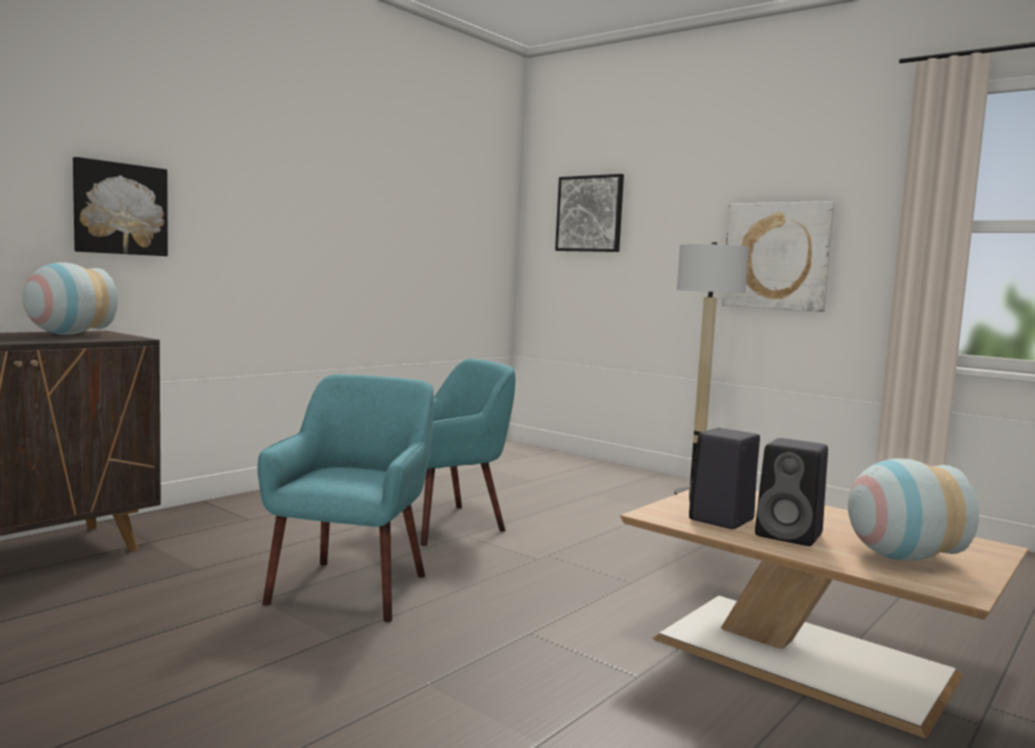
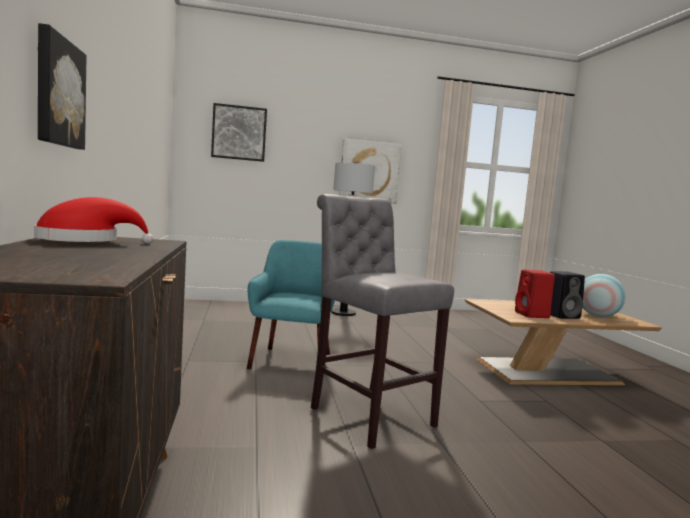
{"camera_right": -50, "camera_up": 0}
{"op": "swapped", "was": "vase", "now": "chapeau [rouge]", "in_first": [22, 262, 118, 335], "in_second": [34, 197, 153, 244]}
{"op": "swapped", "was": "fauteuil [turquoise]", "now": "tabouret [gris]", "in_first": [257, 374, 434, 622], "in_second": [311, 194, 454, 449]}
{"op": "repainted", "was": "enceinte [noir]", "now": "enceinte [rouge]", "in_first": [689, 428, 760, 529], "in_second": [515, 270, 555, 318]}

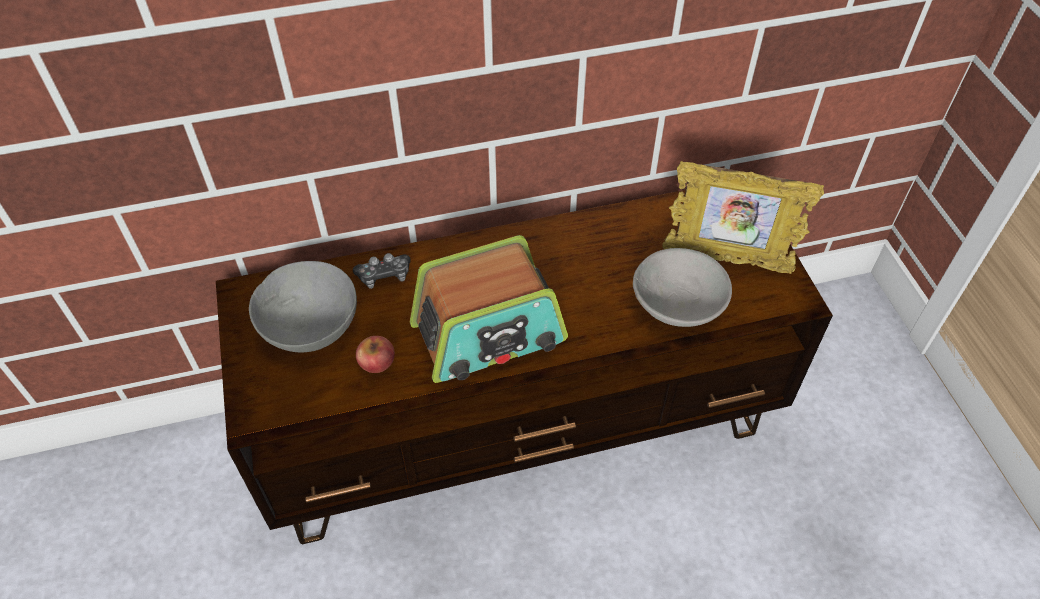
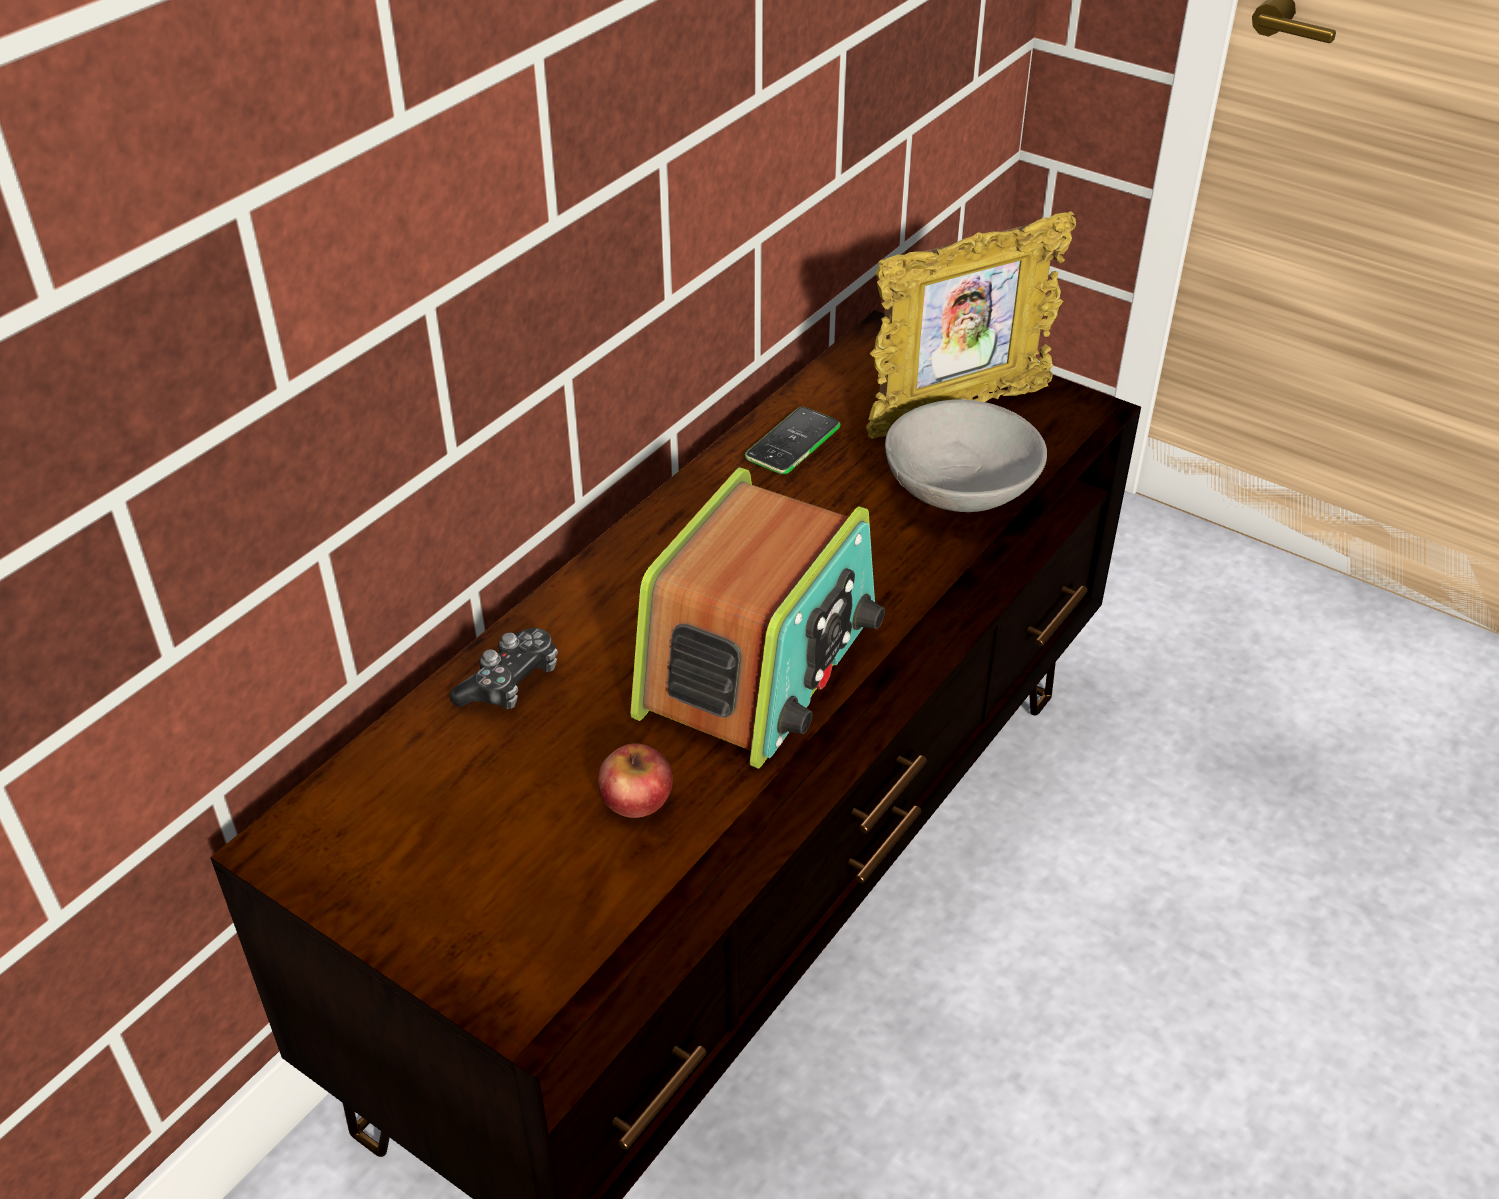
{"camera_right": -40, "camera_up": -10}
{"op": "gone", "was": "bol [gris]", "in_first": [249, 261, 357, 352]}
{"op": "new", "now": "téléphone", "in_second": [745, 407, 841, 474]}

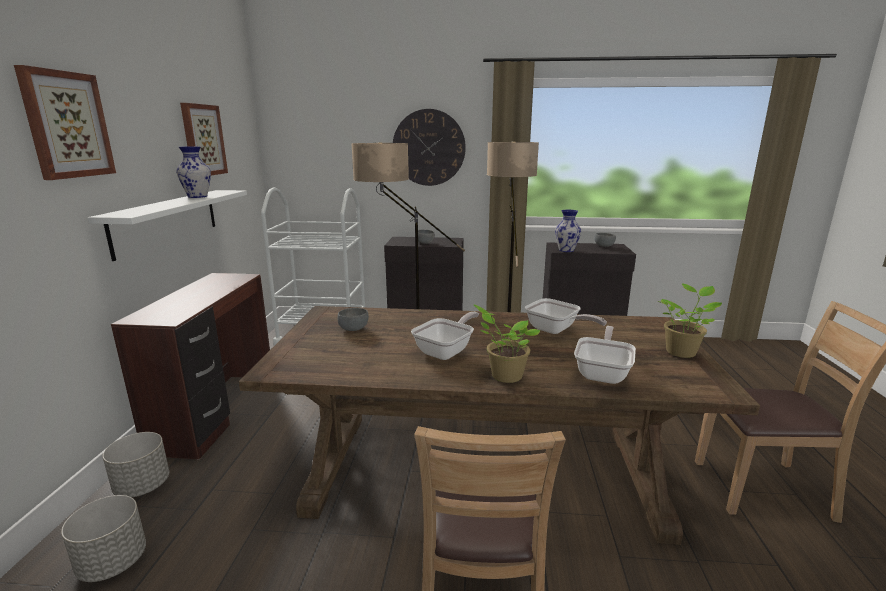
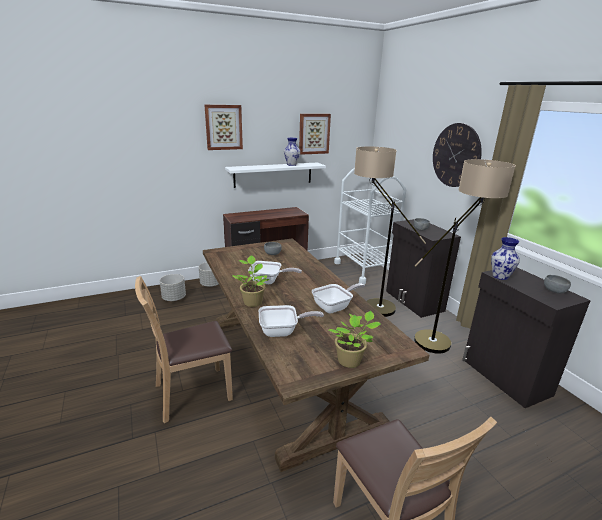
{"camera_right": 60, "camera_up": 5}
{"op": "rotated", "was": "poêle", "in_first": [525, 298, 607, 334], "in_second": [312, 283, 365, 313], "clockwise": -135}

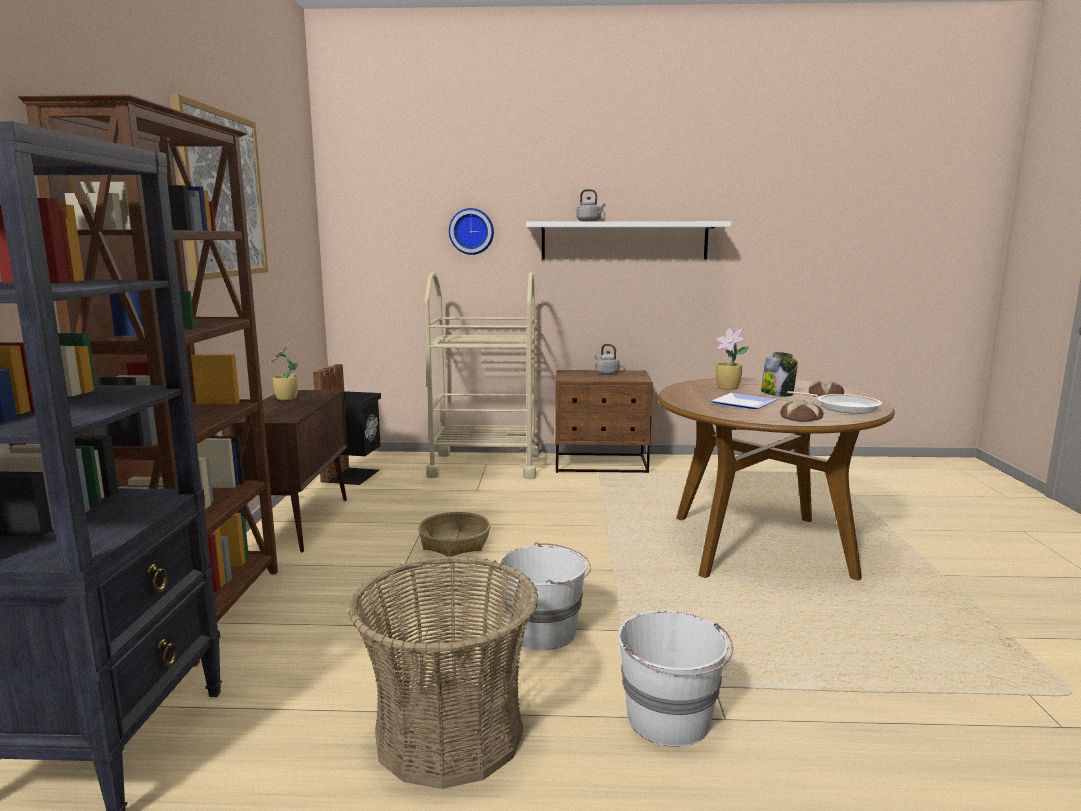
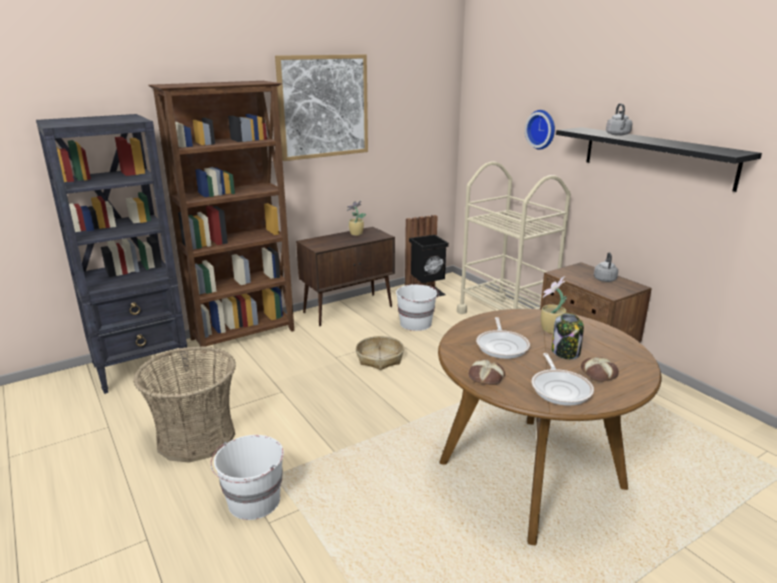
{"camera_right": 55, "camera_up": 10}
{"op": "repainted", "was": "étagère [blanc]", "now": "étagère [noir]", "in_first": [526, 221, 731, 260], "in_second": [556, 127, 762, 192]}
{"op": "swapped", "was": "assiette", "now": "poêle", "in_first": [711, 393, 777, 409], "in_second": [476, 317, 530, 359]}
{"op": "shifted", "was": "seau [blanc]", "in_first": [499, 543, 591, 650], "in_second": [396, 284, 439, 331]}

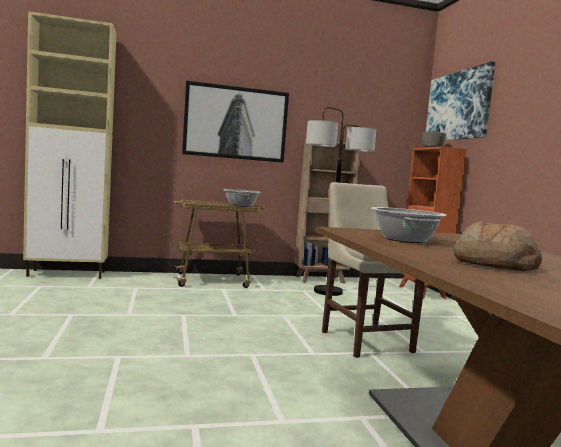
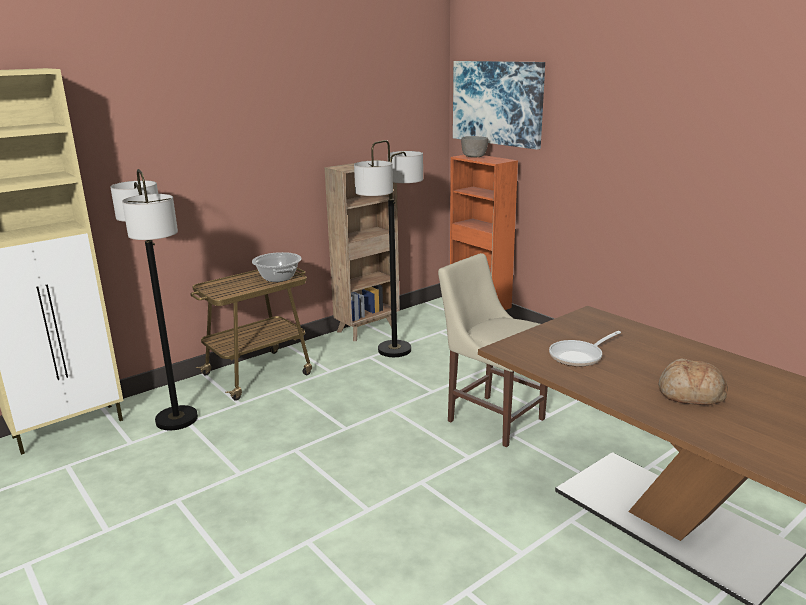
{"camera_right": -25, "camera_up": 15}
{"op": "gone", "was": "tableau", "in_first": [182, 81, 289, 163]}
{"op": "swapped", "was": "marmite", "now": "poêle", "in_first": [371, 207, 447, 243], "in_second": [549, 331, 621, 367]}
{"op": "new", "now": "lampadaire", "in_second": [110, 169, 198, 430]}

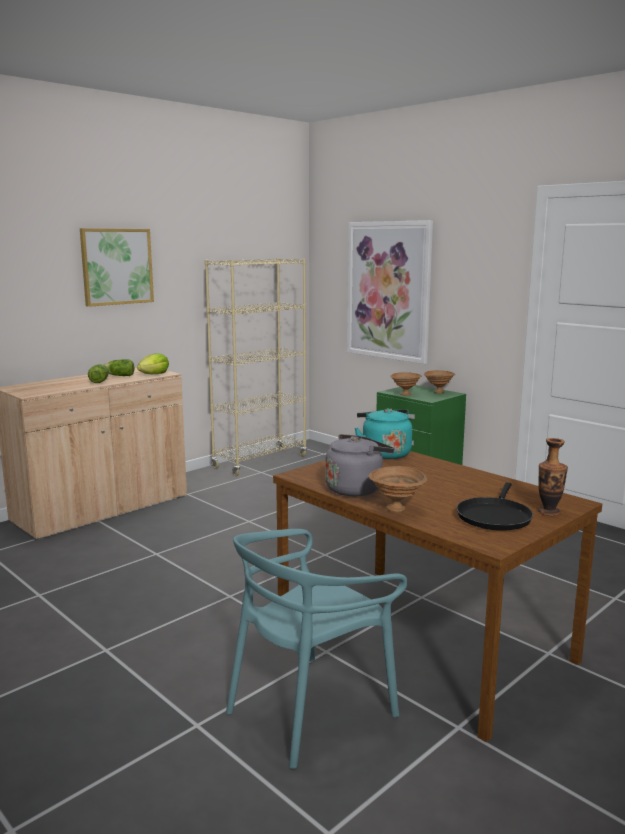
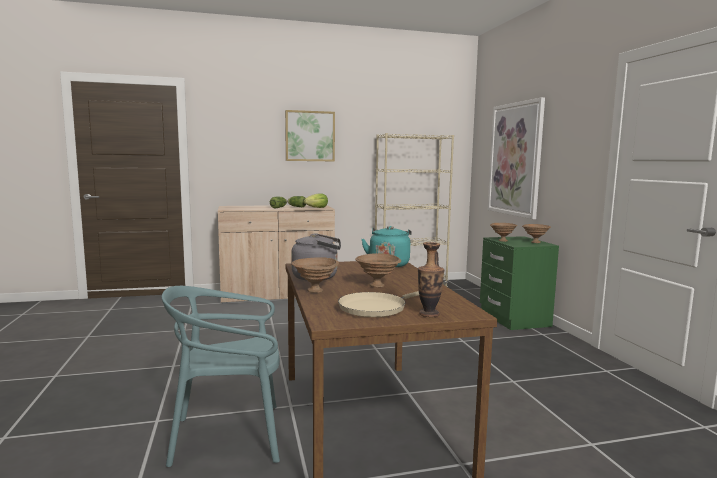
{"camera_right": 30, "camera_up": -5}
{"op": "repainted", "was": "poêle [noir]", "now": "poêle [beige]", "in_first": [457, 483, 533, 531], "in_second": [338, 291, 419, 317]}
{"op": "new", "now": "bol [marron]", "in_second": [355, 253, 401, 287]}

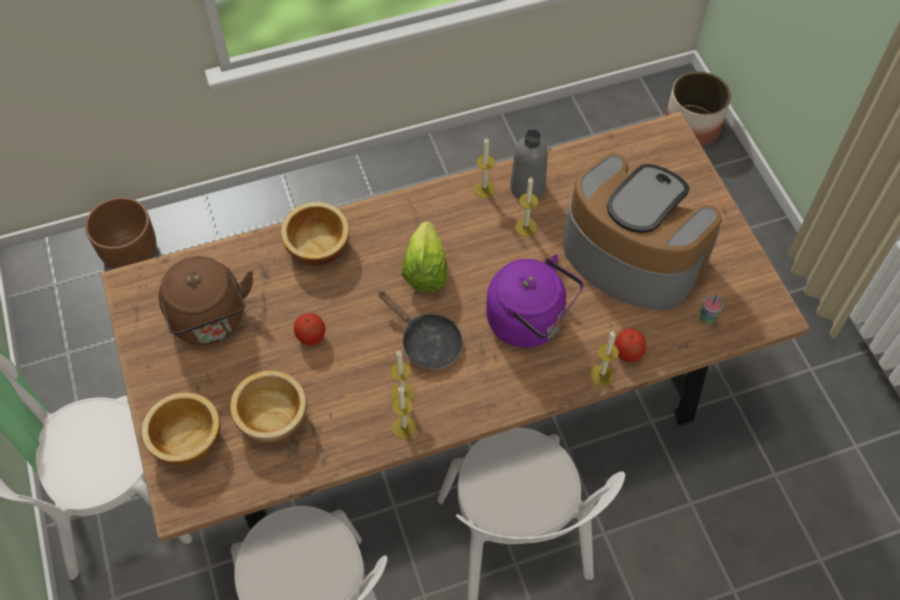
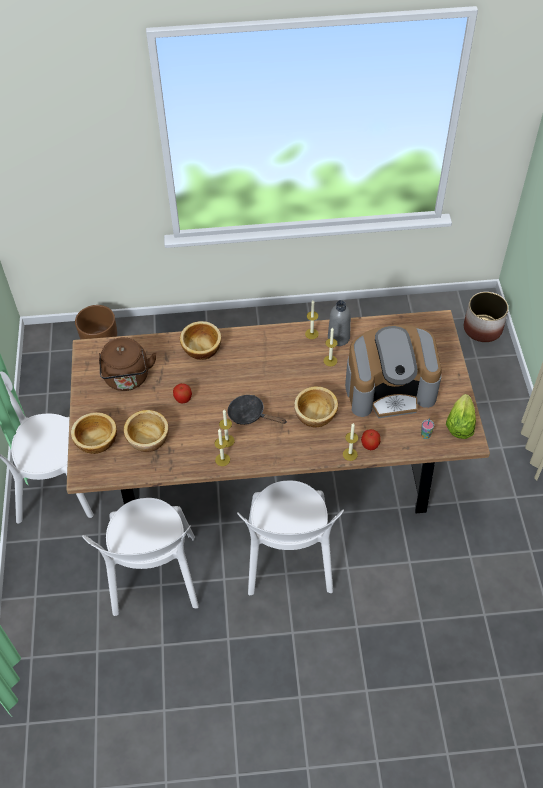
{"camera_right": 15, "camera_up": -5}
{"op": "rotated", "was": "machine à café", "in_first": [563, 153, 722, 311], "in_second": [345, 325, 442, 418], "clockwise": 120}
{"op": "shifted", "was": "laitue", "in_first": [402, 221, 448, 292], "in_second": [446, 394, 476, 439]}
{"op": "swapped", "was": "bouilloire [violet]", "now": "bol", "in_first": [486, 254, 583, 348], "in_second": [294, 386, 338, 428]}
{"op": "rotated", "was": "poêle [noir]", "in_first": [378, 291, 463, 369], "in_second": [227, 395, 286, 425], "clockwise": 150}

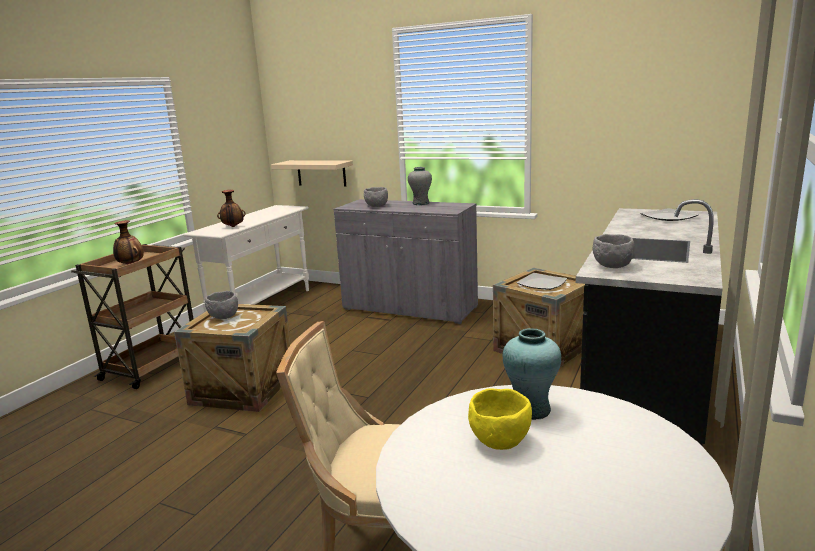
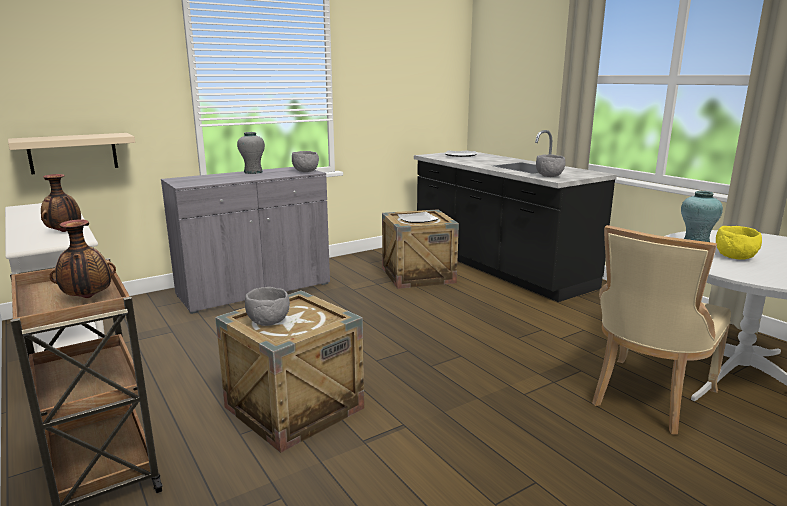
{"camera_right": -60, "camera_up": 0}
{"op": "shifted", "was": "bol [gris]", "in_first": [364, 187, 388, 207], "in_second": [292, 151, 319, 172]}

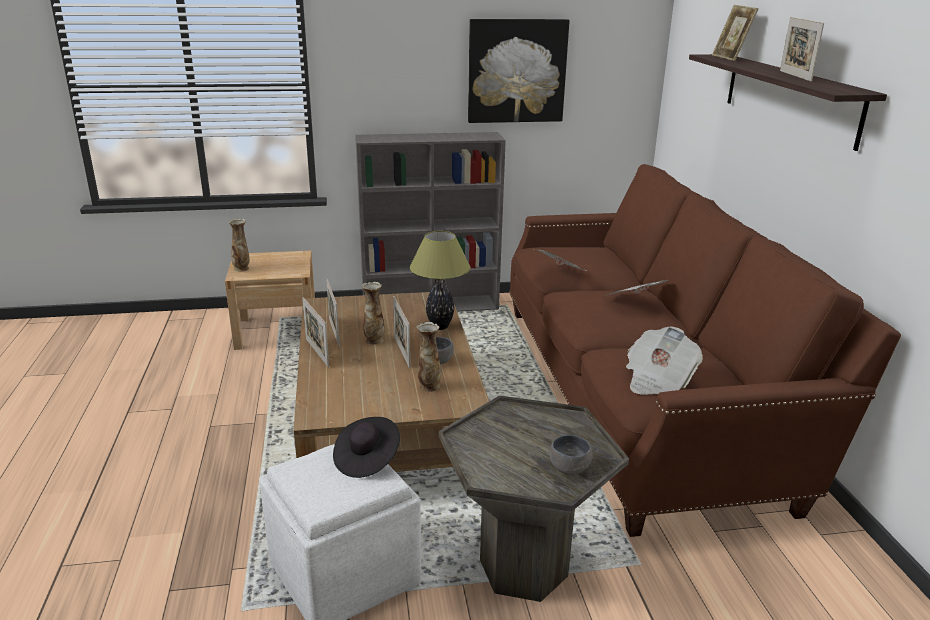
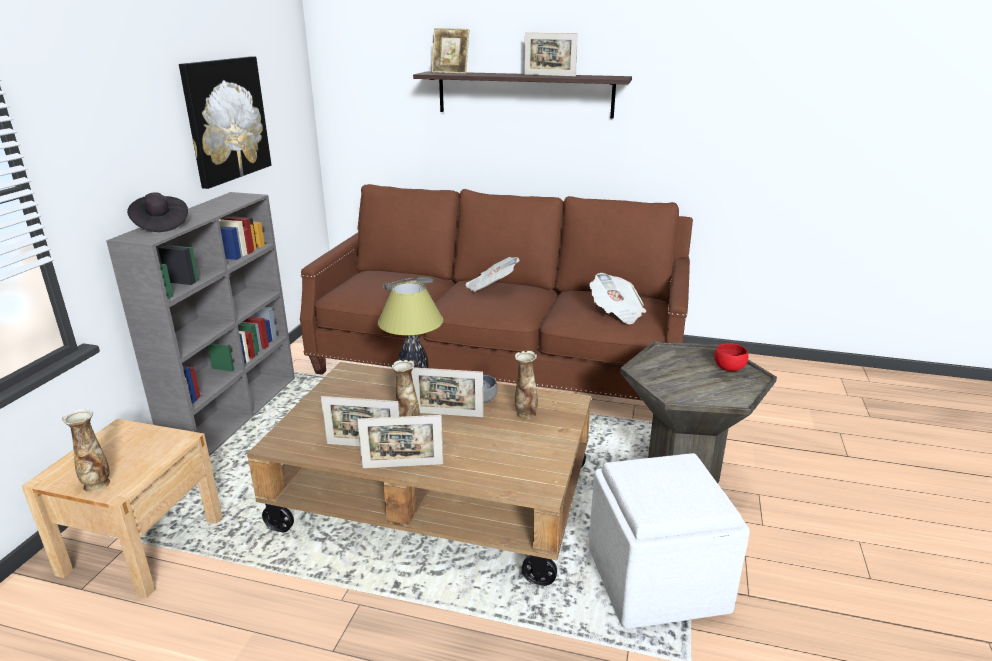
{"camera_right": -65, "camera_up": 0}
{"op": "shifted", "was": "chapeau [noir]", "in_first": [333, 417, 400, 478], "in_second": [127, 192, 188, 232]}
{"op": "repainted", "was": "bol [gris]", "now": "bol [rouge]", "in_first": [550, 435, 593, 475], "in_second": [714, 343, 748, 371]}

